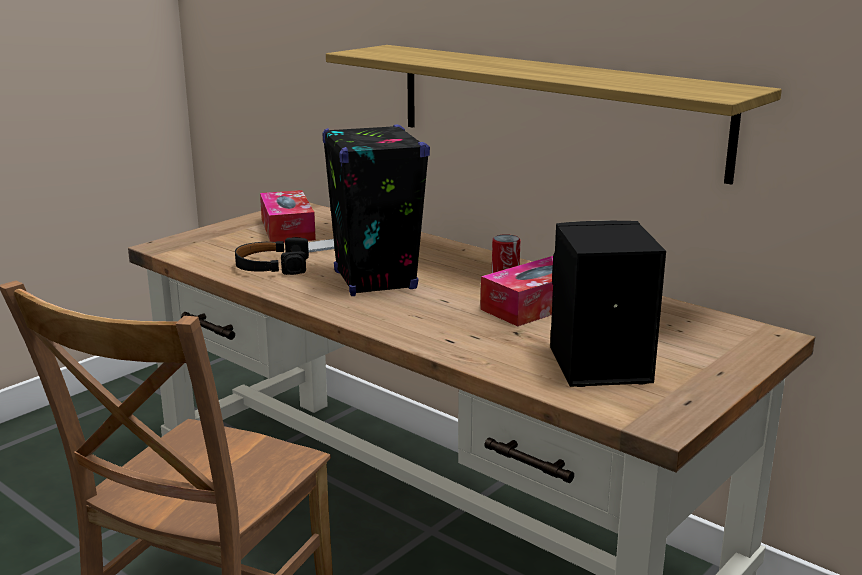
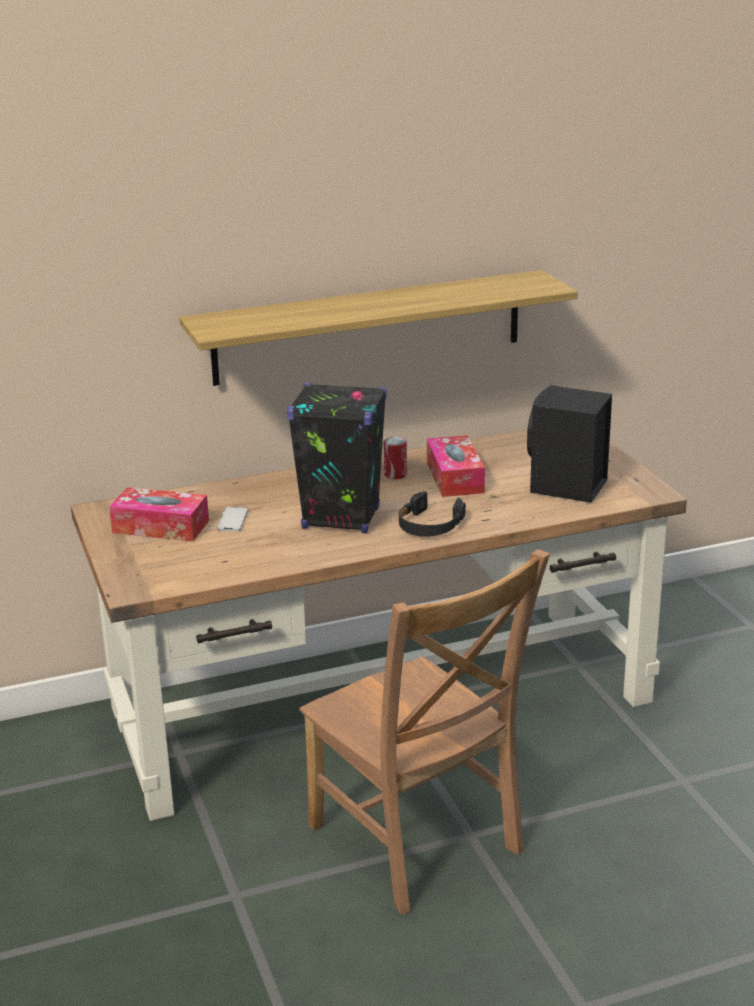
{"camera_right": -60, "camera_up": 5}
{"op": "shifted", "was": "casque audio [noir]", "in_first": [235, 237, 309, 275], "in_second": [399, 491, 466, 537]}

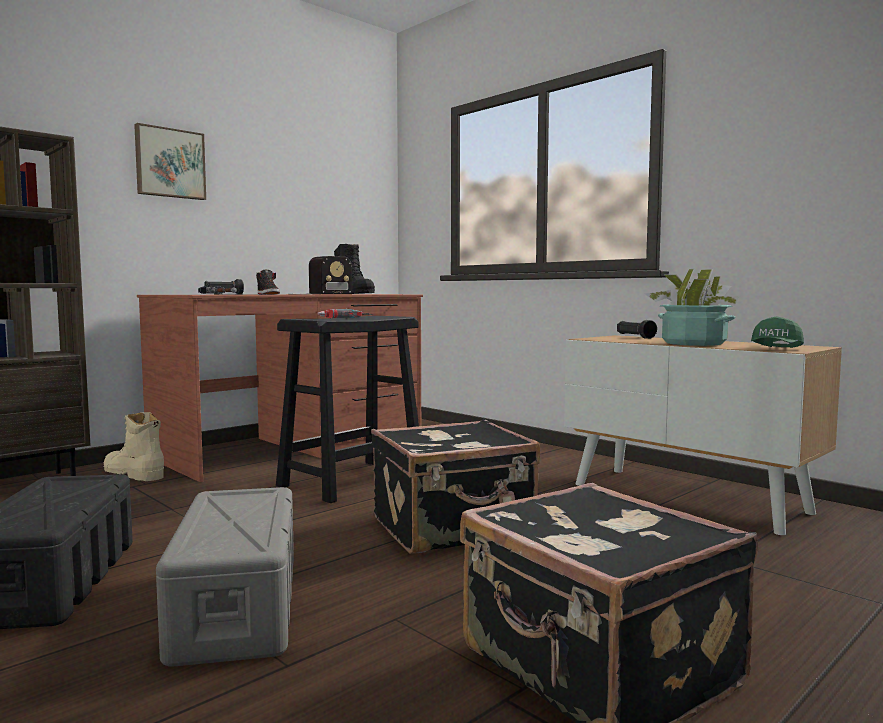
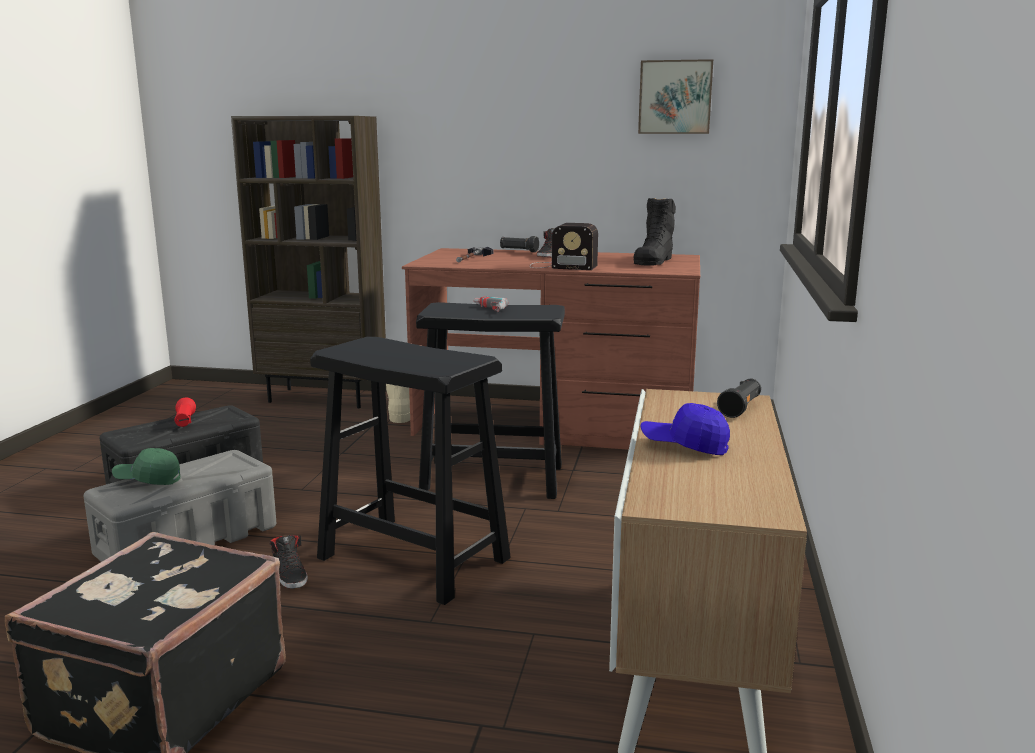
{"camera_right": 55, "camera_up": 10}
{"op": "shifted", "was": "tableau", "in_first": [134, 123, 206, 200], "in_second": [638, 59, 713, 134]}
{"op": "swapped", "was": "plante en pot", "now": "casquette [bleu]", "in_first": [645, 269, 739, 346], "in_second": [640, 403, 730, 455]}
{"op": "shifted", "was": "casquette [vert]", "in_first": [751, 317, 804, 348], "in_second": [112, 448, 181, 485]}
{"op": "swapped", "was": "valise [noir]", "now": "tabouret [noir]", "in_first": [371, 419, 540, 554], "in_second": [310, 337, 511, 605]}
{"op": "new", "now": "lampe de poche [rouge]", "in_second": [174, 397, 196, 427]}
{"op": "new", "now": "chaussure [noir]", "in_second": [269, 535, 307, 589]}

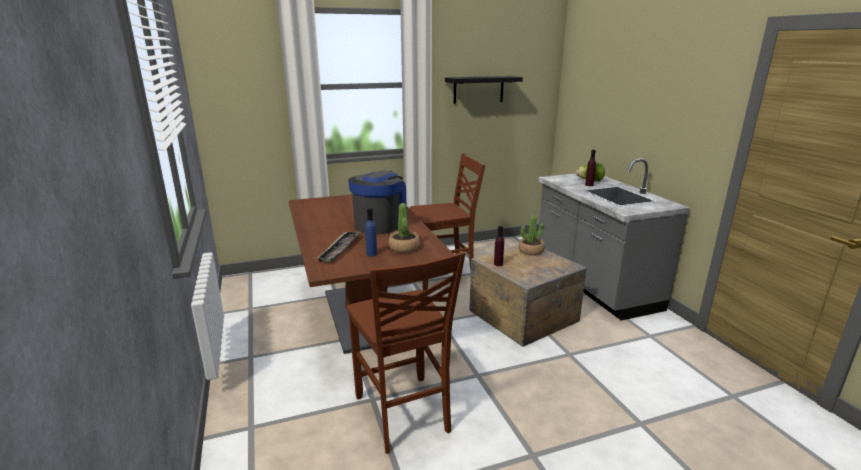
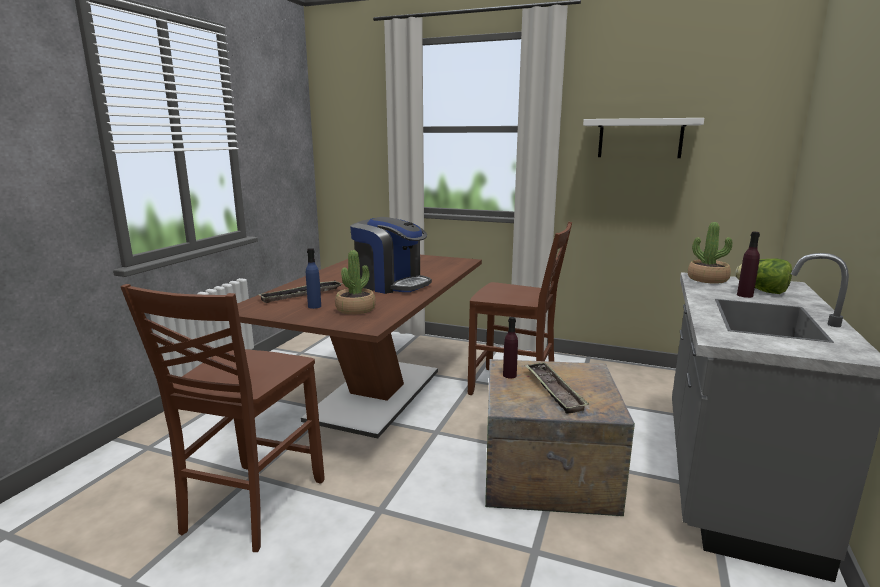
{"camera_right": 40, "camera_up": -5}
{"op": "repainted", "was": "étagère [noir]", "now": "étagère [blanc]", "in_first": [445, 76, 523, 104], "in_second": [583, 118, 704, 158]}
{"op": "rotated", "was": "machine à café", "in_first": [348, 170, 406, 234], "in_second": [350, 217, 432, 294], "clockwise": 60}
{"op": "shifted", "was": "plante en pot", "in_first": [519, 215, 545, 256], "in_second": [688, 222, 732, 284]}
{"op": "new", "now": "plateau", "in_second": [525, 362, 589, 414]}

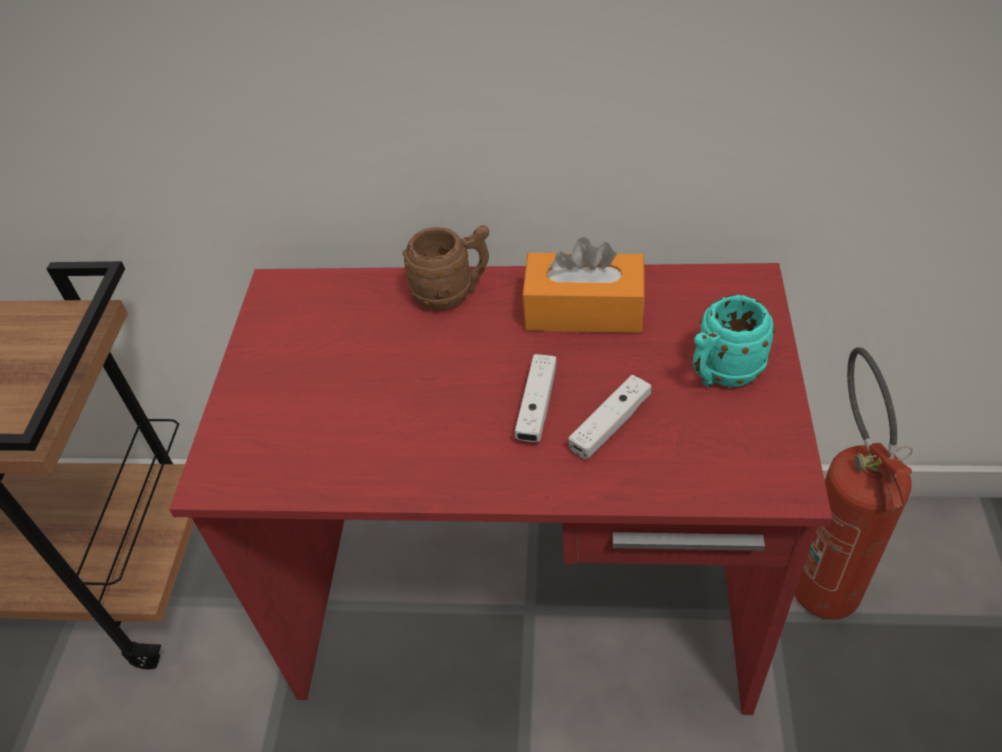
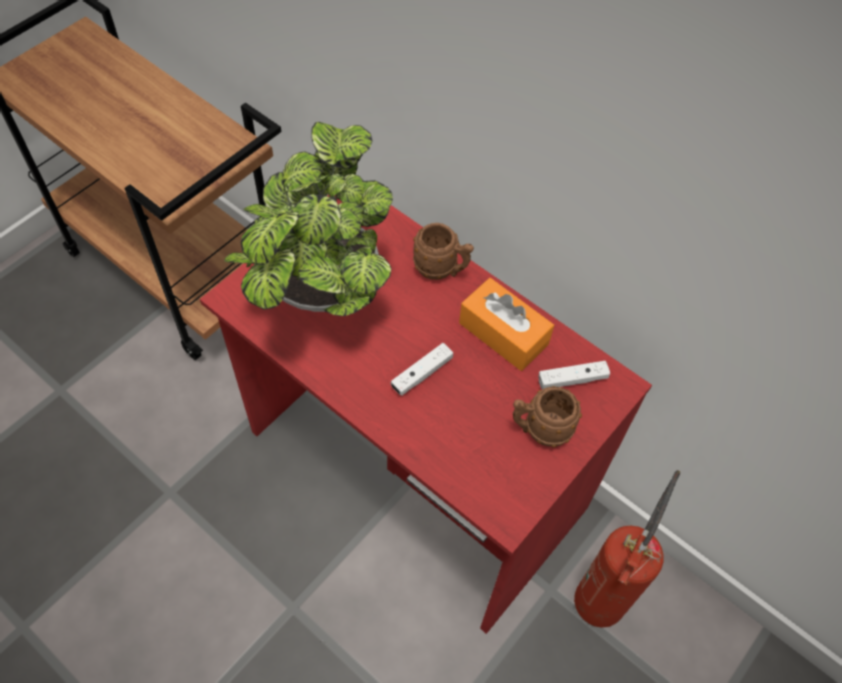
{"camera_right": 30, "camera_up": 10}
{"op": "repainted", "was": "mug [turquoise]", "now": "mug [marron]", "in_first": [693, 295, 776, 388], "in_second": [513, 386, 582, 447]}
{"op": "shifted", "was": "manette [blanc]", "in_first": [568, 375, 651, 460], "in_second": [539, 361, 610, 389]}
{"op": "new", "now": "plante en pot", "in_second": [224, 122, 393, 316]}

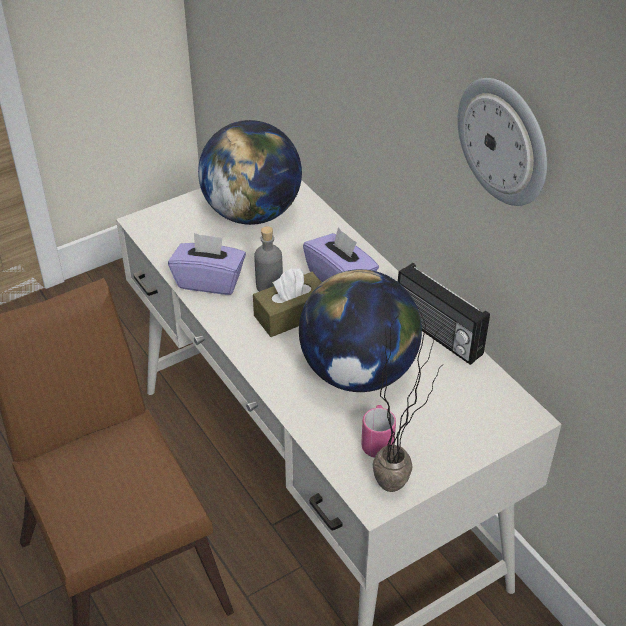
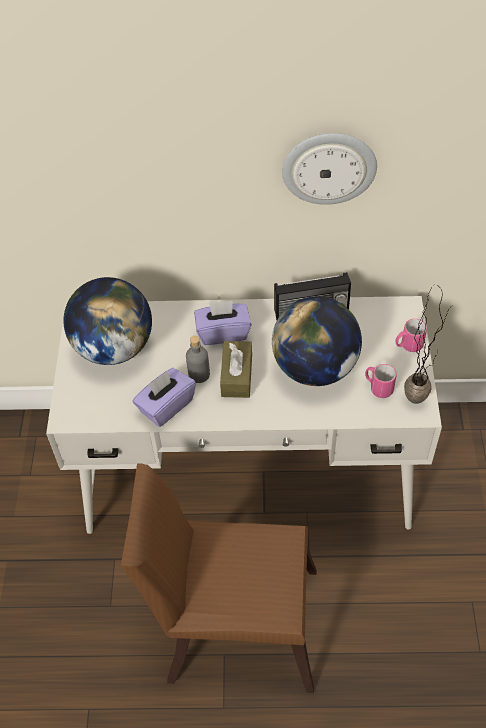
{"camera_right": -55, "camera_up": 10}
{"op": "new", "now": "mug [rose]", "in_second": [395, 319, 427, 352]}

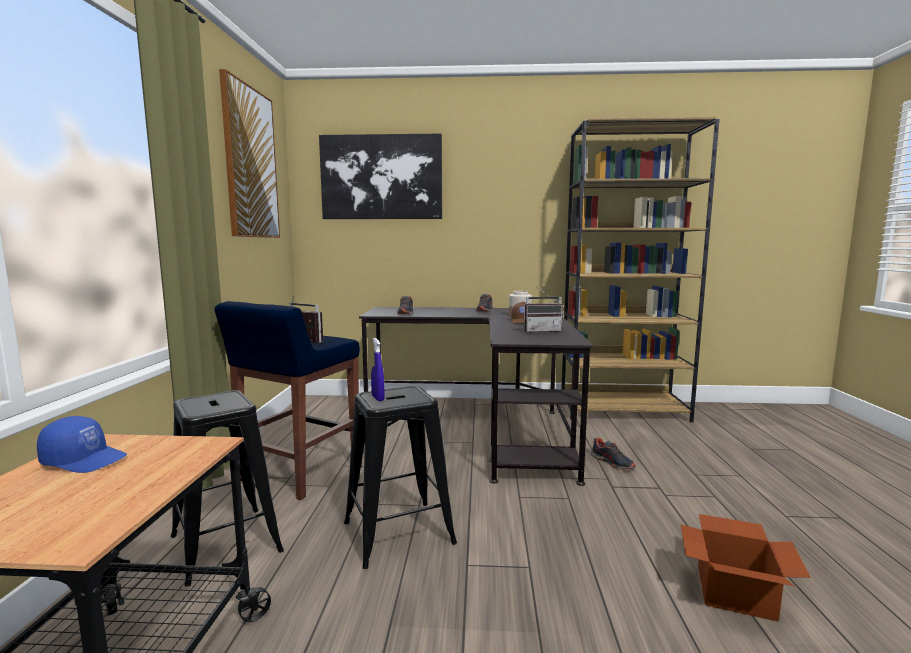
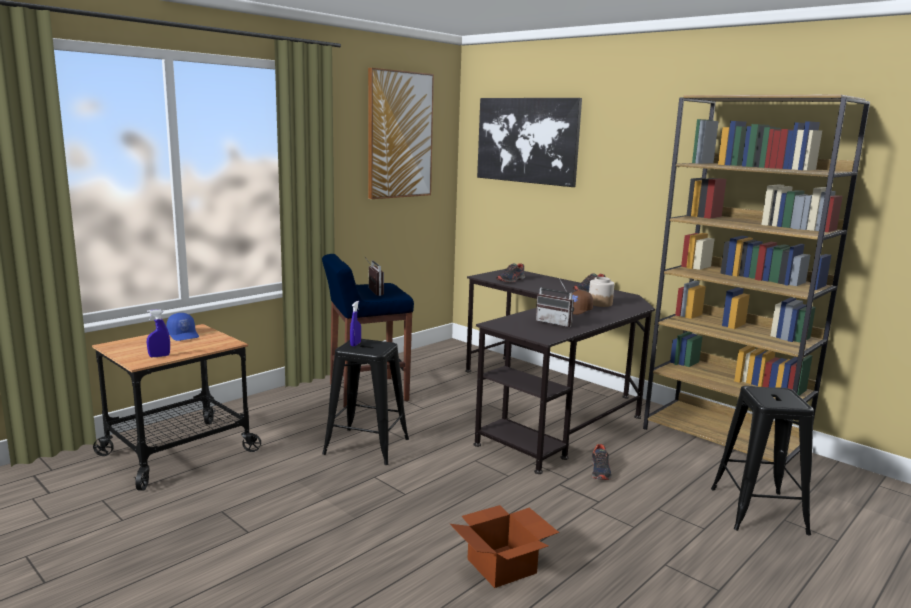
{"camera_right": 40, "camera_up": 5}
{"op": "shifted", "was": "tabouret [noir]", "in_first": [171, 390, 284, 587], "in_second": [711, 386, 814, 535]}
{"op": "new", "now": "vaporisateur [bleu]", "in_second": [147, 309, 170, 357]}

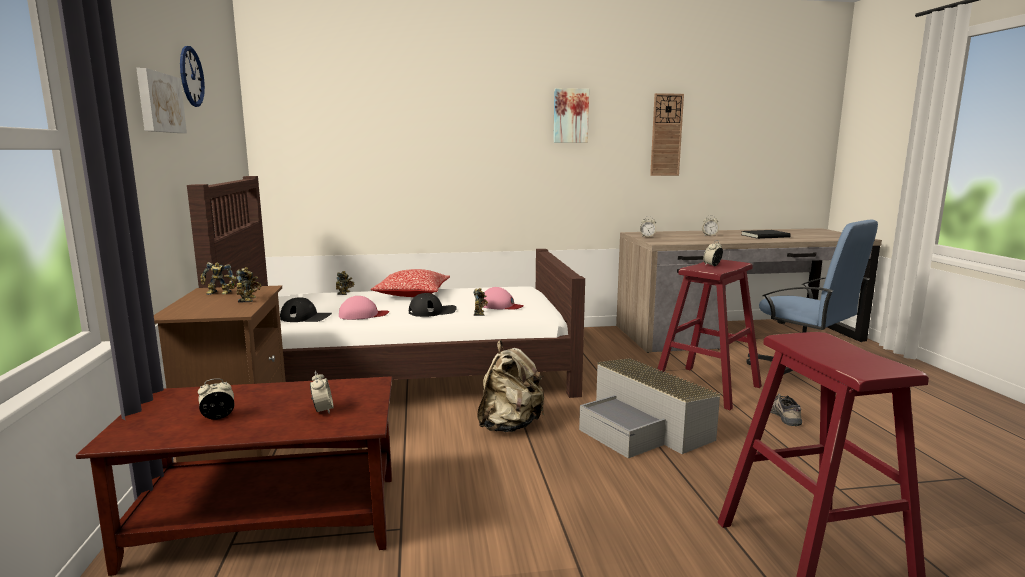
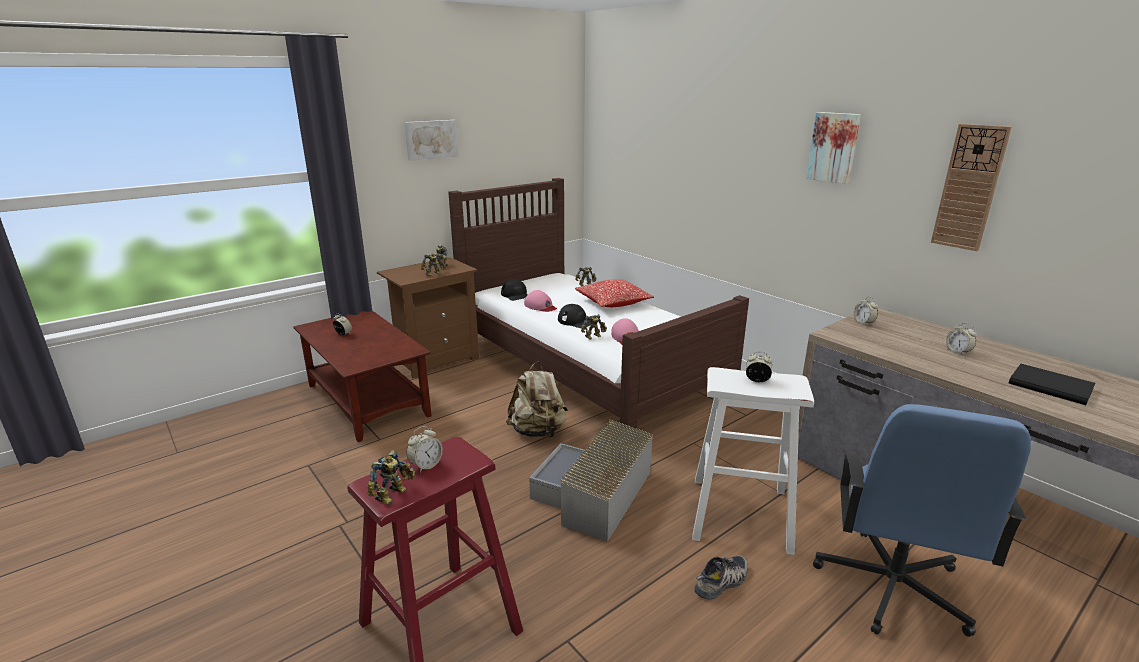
{"camera_right": 60, "camera_up": 10}
{"op": "gone", "was": "horloge murale", "in_first": [180, 46, 205, 107]}
{"op": "repainted", "was": "tabouret [rouge]", "now": "tabouret [blanc]", "in_first": [657, 259, 762, 410], "in_second": [692, 367, 814, 555]}
{"op": "shifted", "was": "réveil", "in_first": [310, 371, 334, 414], "in_second": [406, 426, 443, 472]}
{"op": "new", "now": "robot jouet", "in_second": [367, 450, 415, 505]}

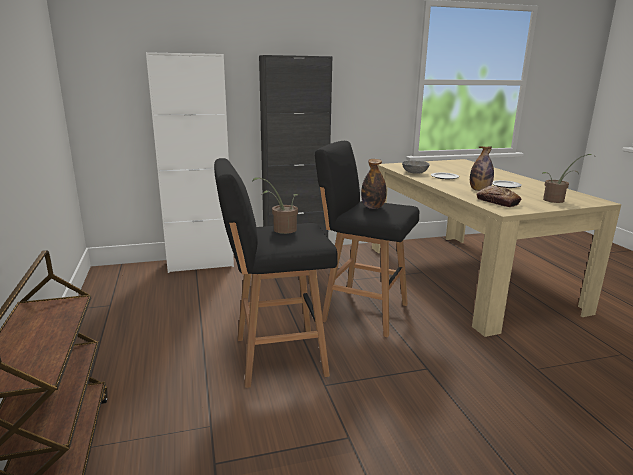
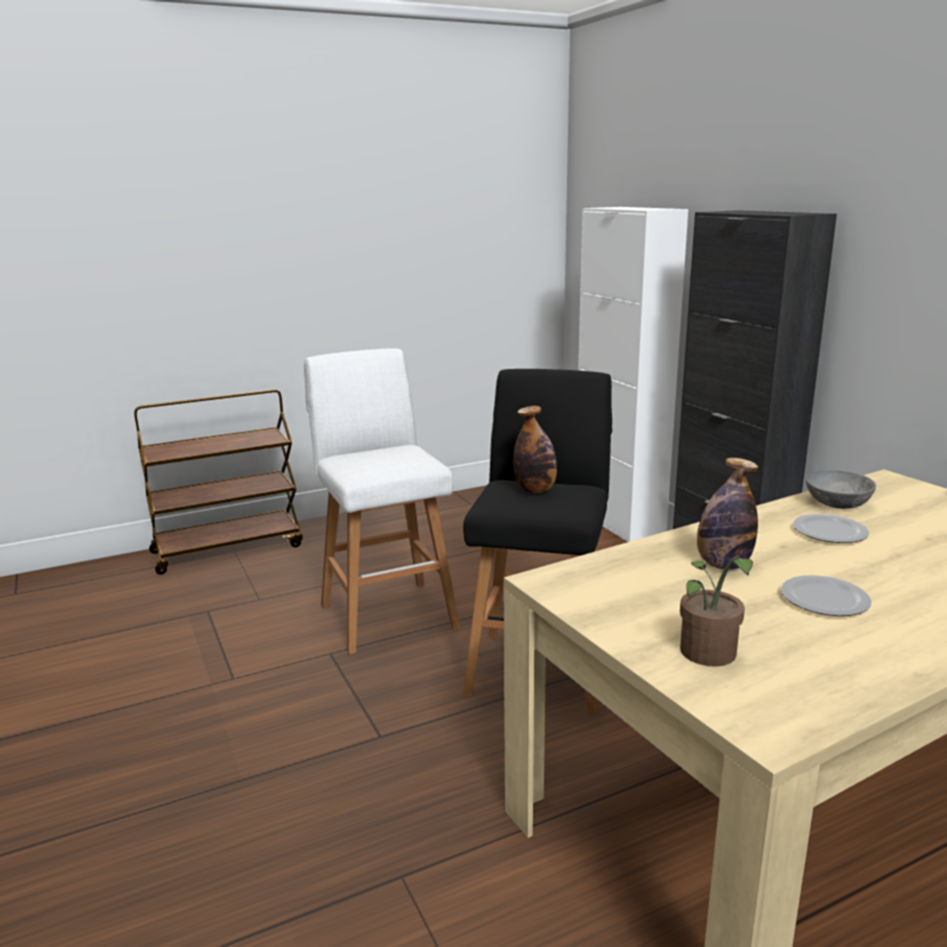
{"camera_right": 80, "camera_up": 0}
{"op": "repainted", "was": "tabouret [noir]", "now": "tabouret [blanc]", "in_first": [214, 158, 337, 388], "in_second": [304, 348, 460, 655]}
{"op": "gone", "was": "plante en pot", "in_first": [252, 177, 299, 234]}
{"op": "gone", "was": "pain", "in_first": [476, 186, 521, 207]}

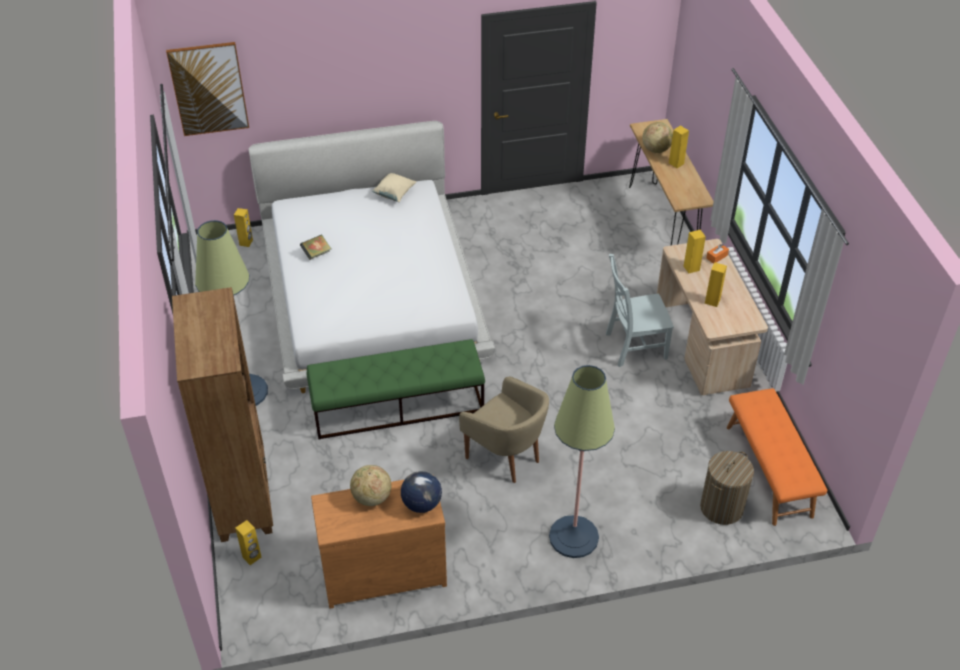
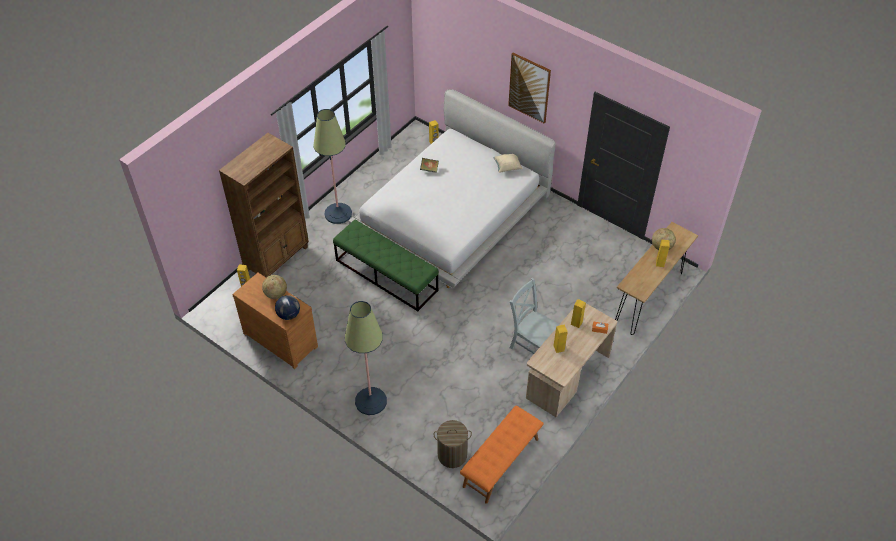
{"camera_right": 50, "camera_up": 5}
{"op": "shifted", "was": "tableau", "in_first": [166, 42, 249, 136], "in_second": [508, 53, 551, 123]}
{"op": "gone", "was": "fauteuil [beige]", "in_first": [459, 376, 549, 483]}

